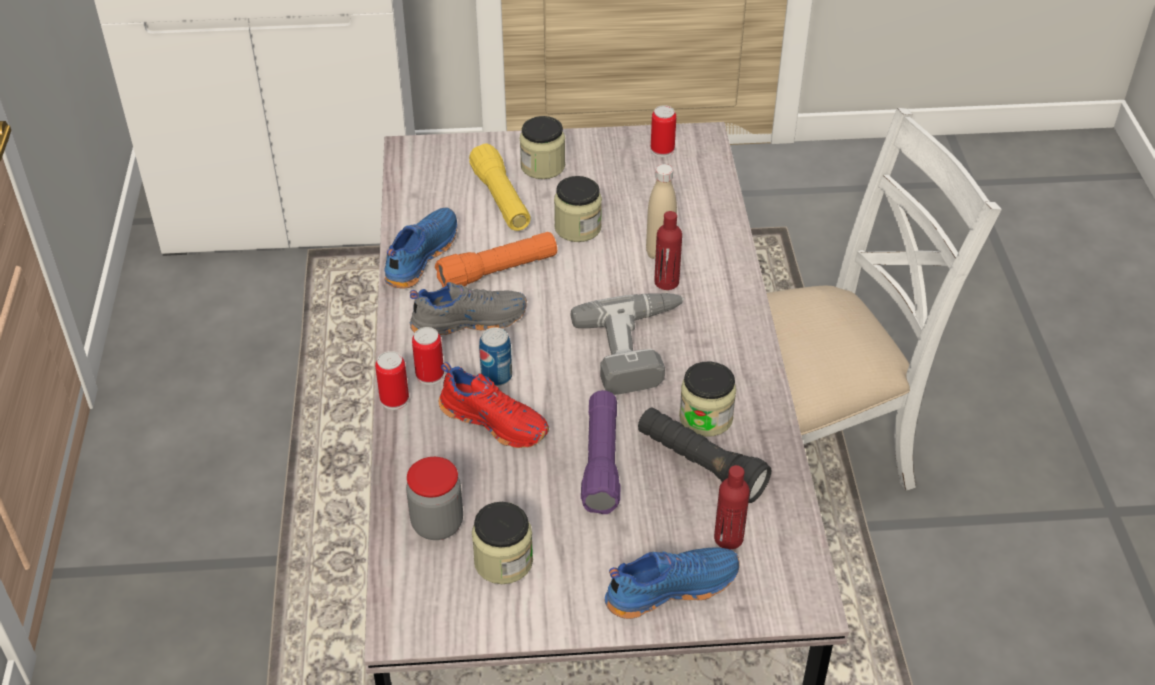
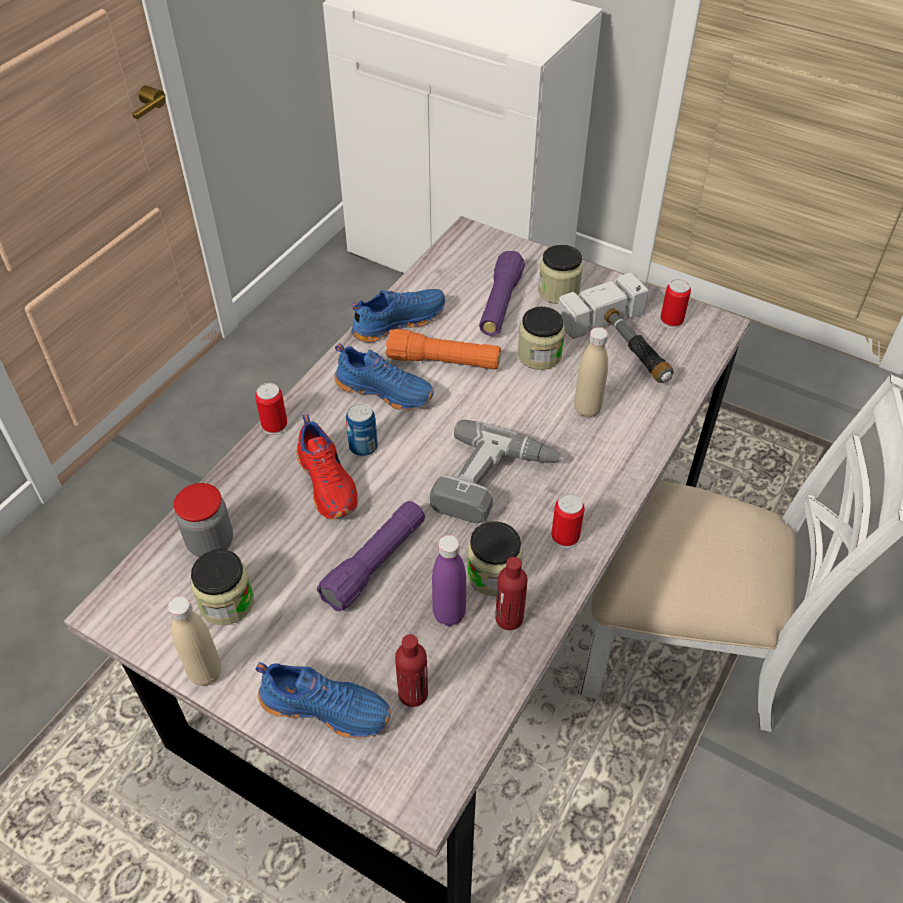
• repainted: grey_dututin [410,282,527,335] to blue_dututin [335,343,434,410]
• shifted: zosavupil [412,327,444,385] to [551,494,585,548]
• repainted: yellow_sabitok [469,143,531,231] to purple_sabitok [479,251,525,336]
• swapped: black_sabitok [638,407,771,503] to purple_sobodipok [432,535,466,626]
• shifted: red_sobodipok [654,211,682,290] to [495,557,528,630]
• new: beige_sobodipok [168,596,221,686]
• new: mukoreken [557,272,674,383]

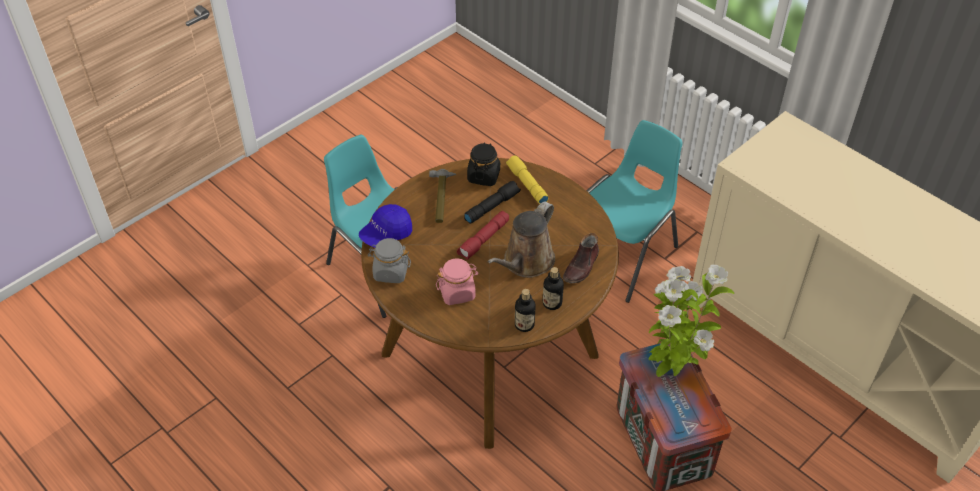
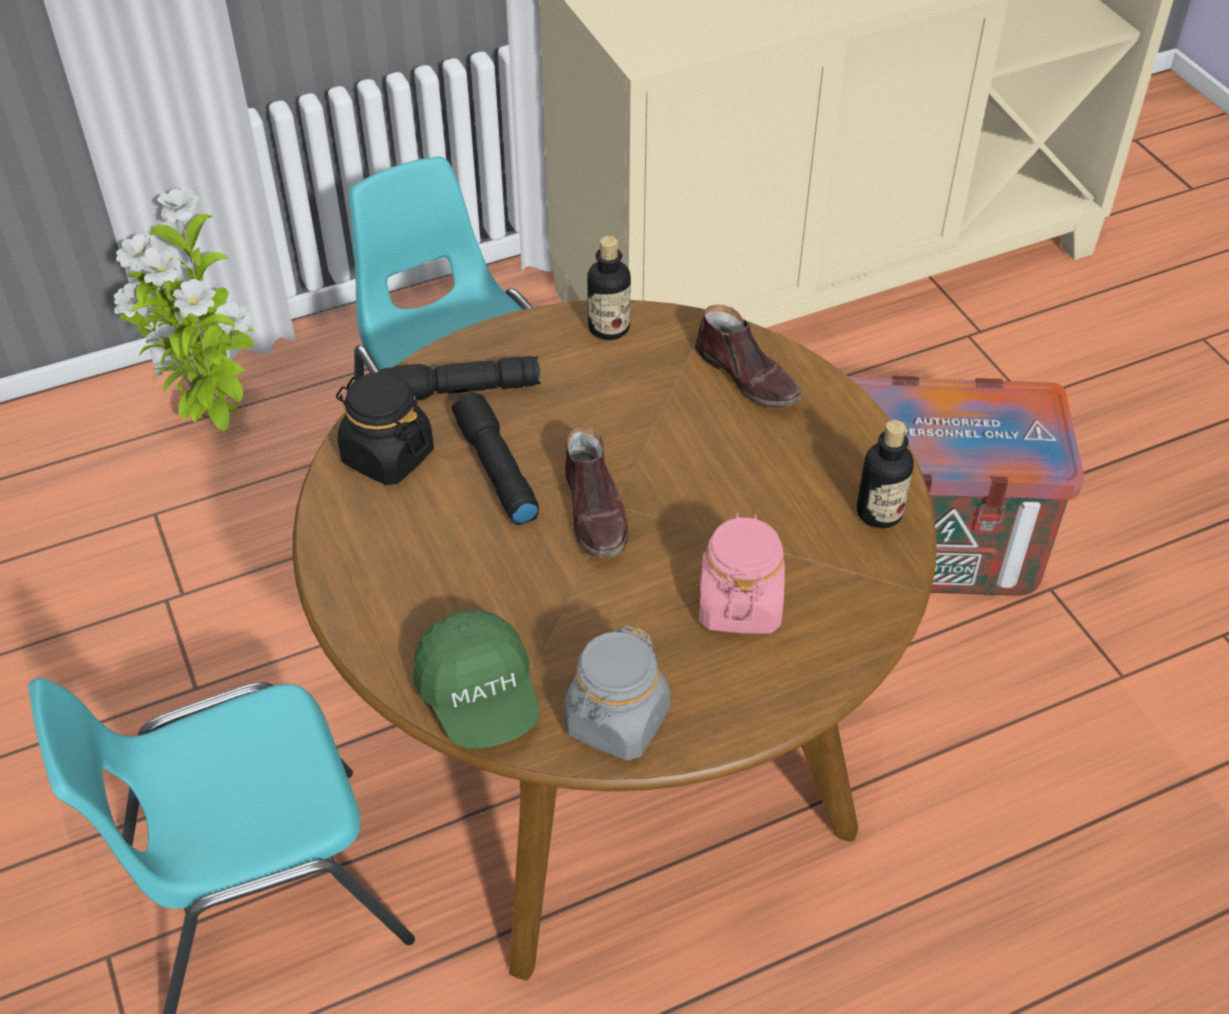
• repainted: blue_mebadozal [359,204,412,248] to green_mebadozal [413,610,540,749]
• gone: mukoreken [429,169,456,223]
• swapped: red_sabitok [457,211,509,260] to brown_dututin [565,426,628,557]
• gone: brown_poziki [487,201,555,278]
• repainted: yellow_sabitok [506,155,548,204] to black_sabitok [380,356,541,400]
• shifted: sobodipok [543,267,564,310] to [587,236,631,340]
• shifted: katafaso [648,265,734,377] to [114,188,254,431]

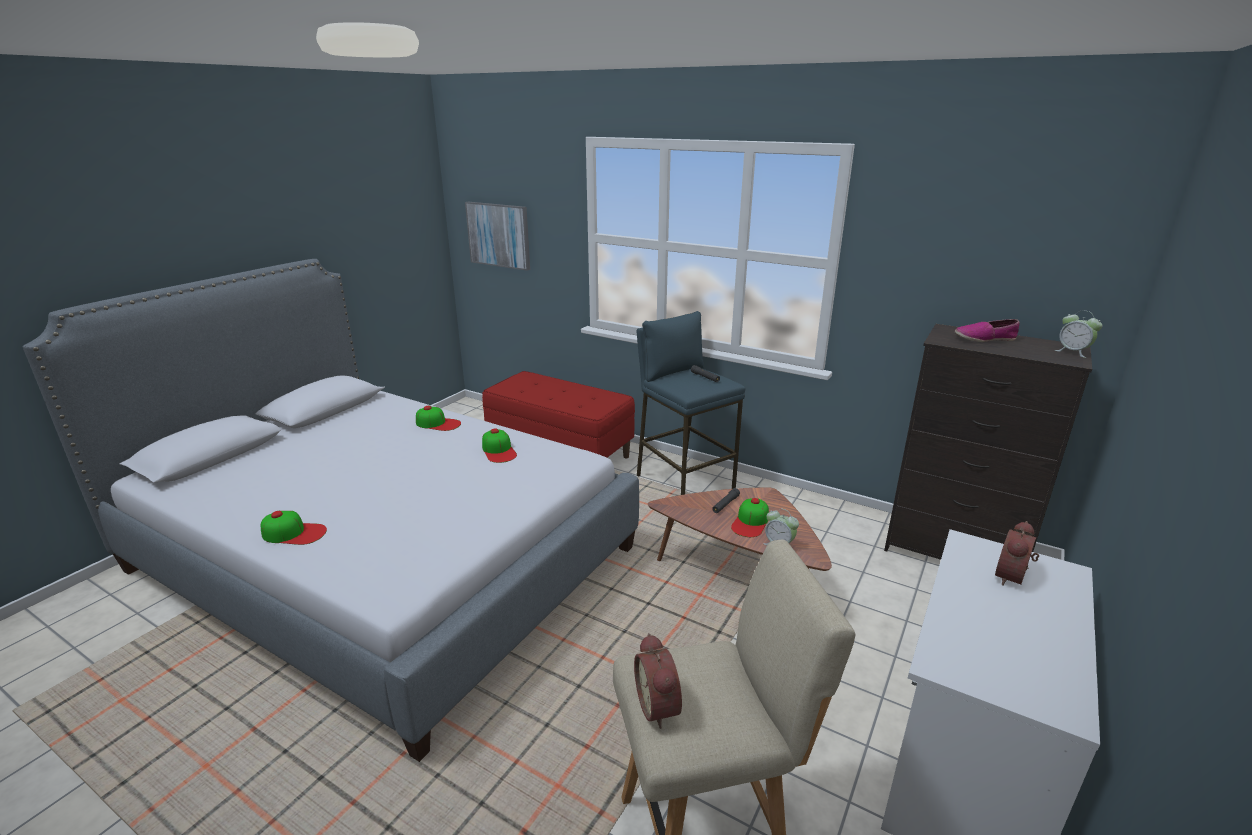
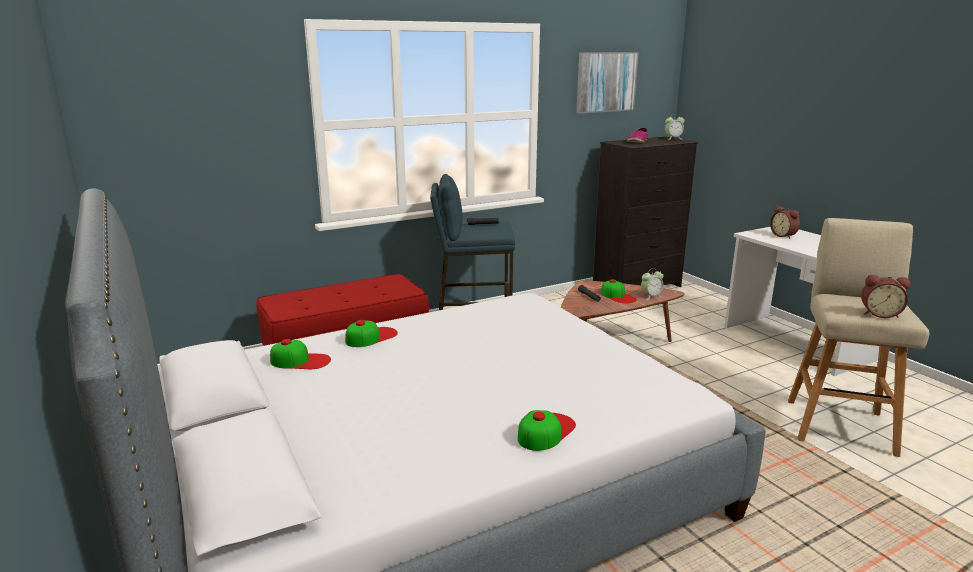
• shifted: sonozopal [465,202,530,271] to [576,52,639,113]
• shifted: mebadozal [482,429,517,463] to [270,339,331,369]

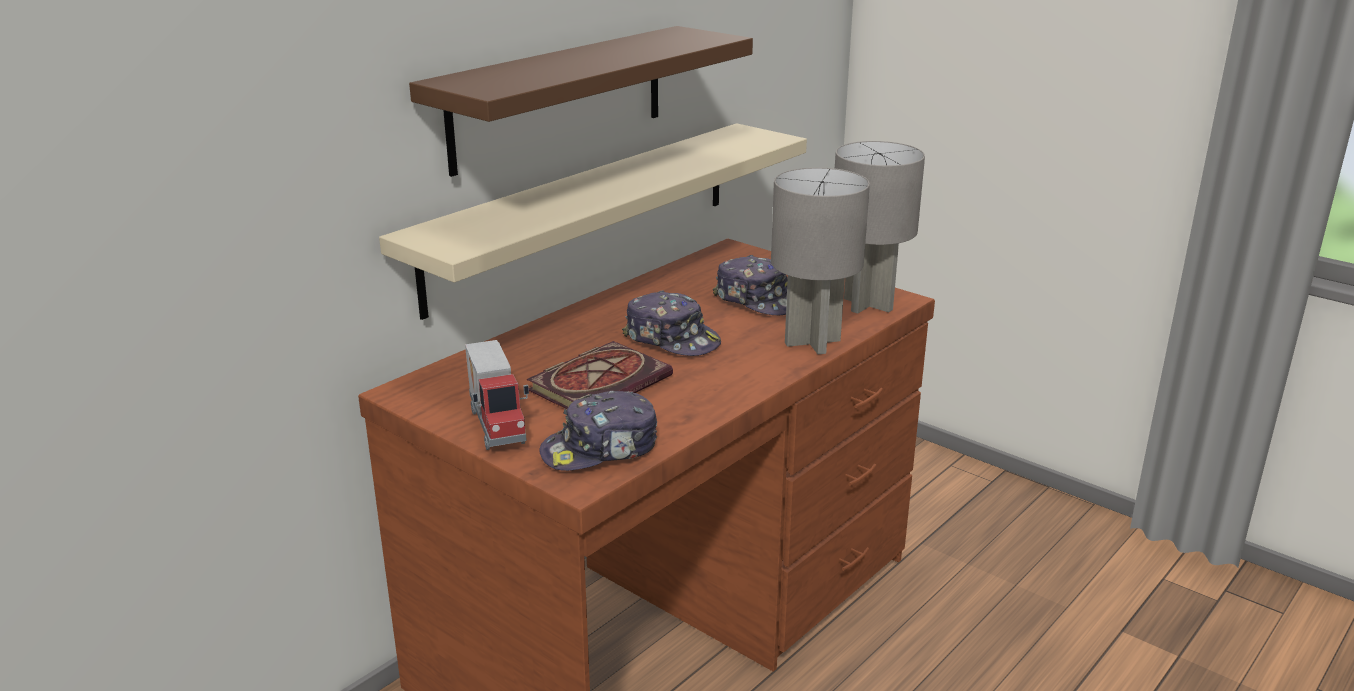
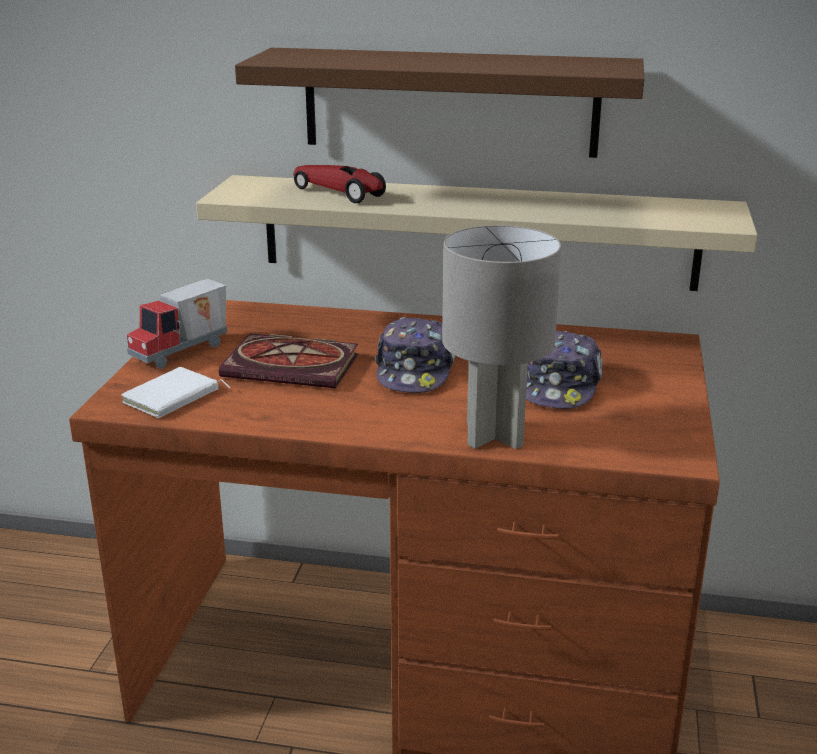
• swapped: mebadozal [539,391,657,471] to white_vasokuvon [121,367,230,418]
• gone: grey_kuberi [835,141,925,314]
• new: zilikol [293,165,386,203]

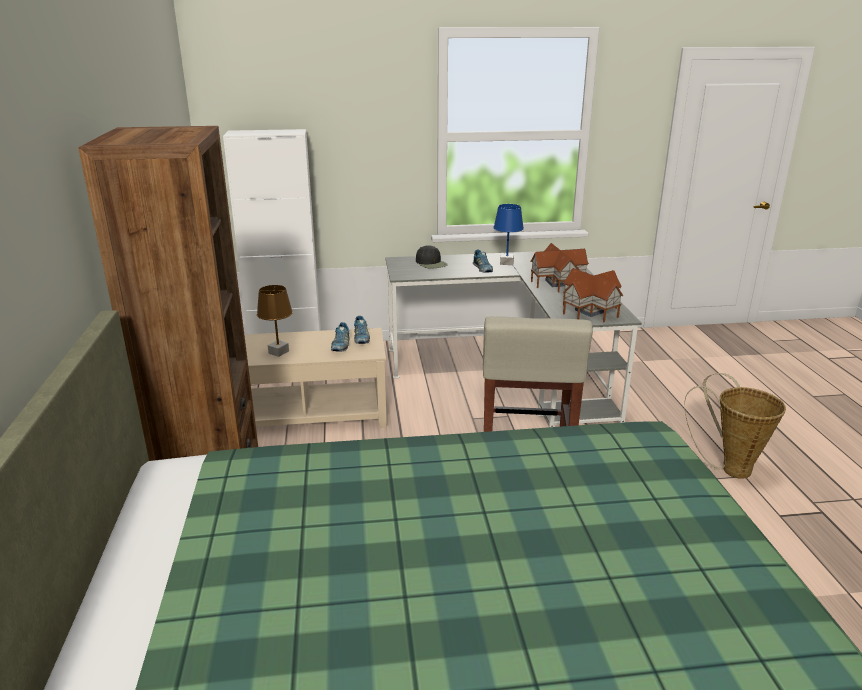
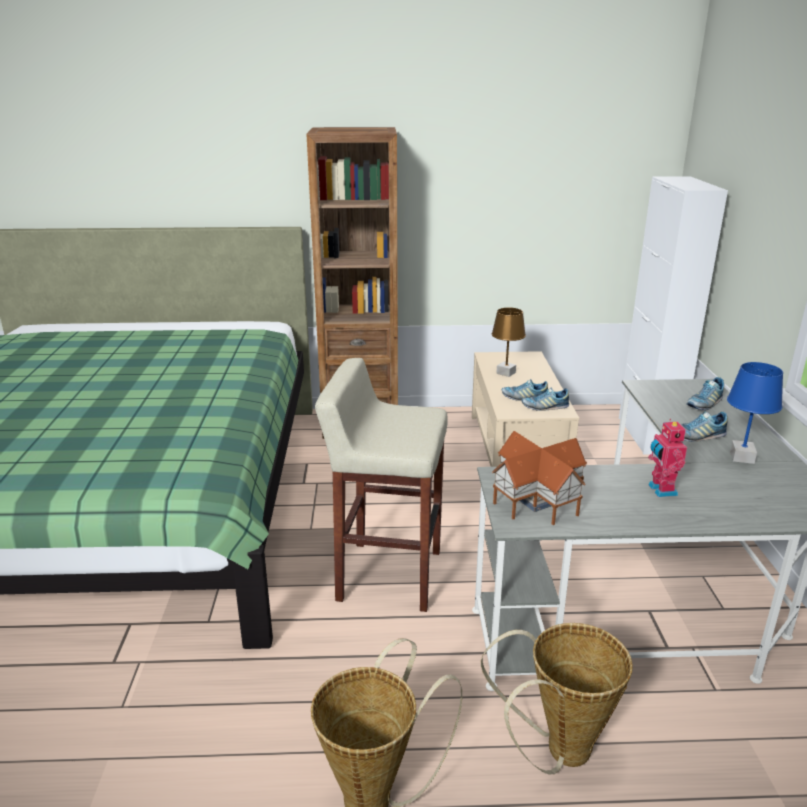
• swapped: black_mebadozal [416,245,448,269] to dututin [687,377,724,410]
• swapped: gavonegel [530,243,589,293] to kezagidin [648,419,687,497]
• new: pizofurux [481,623,633,775]

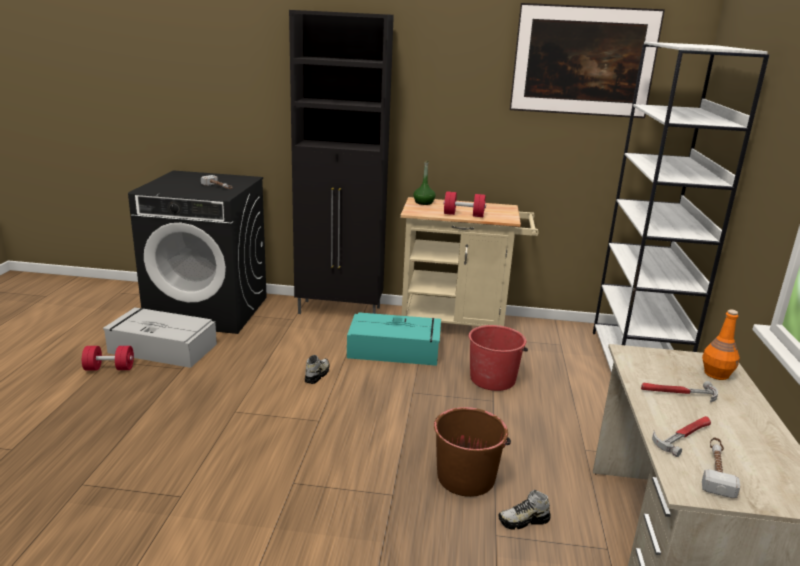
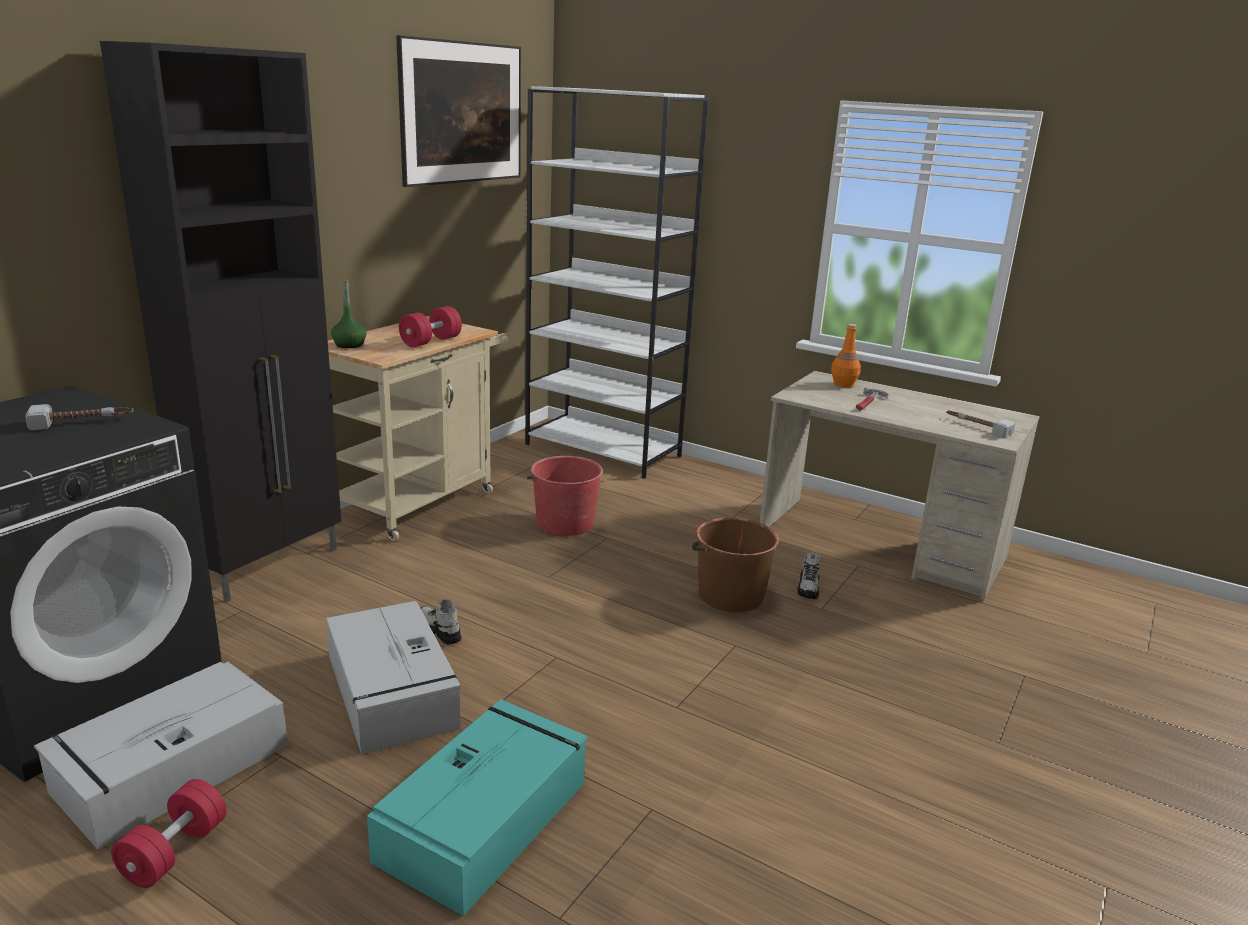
• shifted: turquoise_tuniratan [347,312,441,366] to [367,699,588,916]
• gone: mukoreken [652,416,711,457]
• new: grey_tuniratan [326,601,461,755]

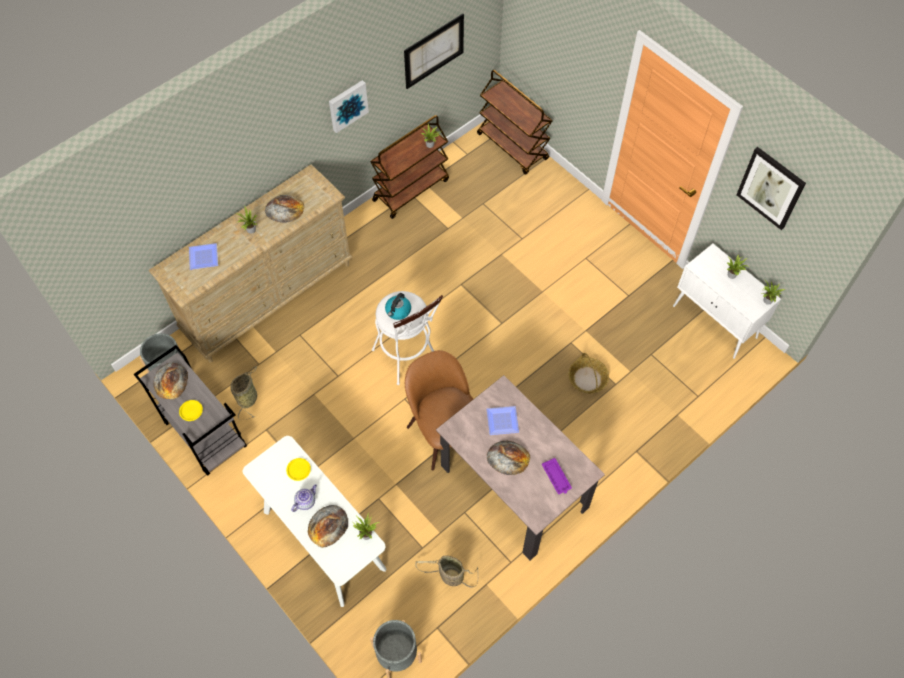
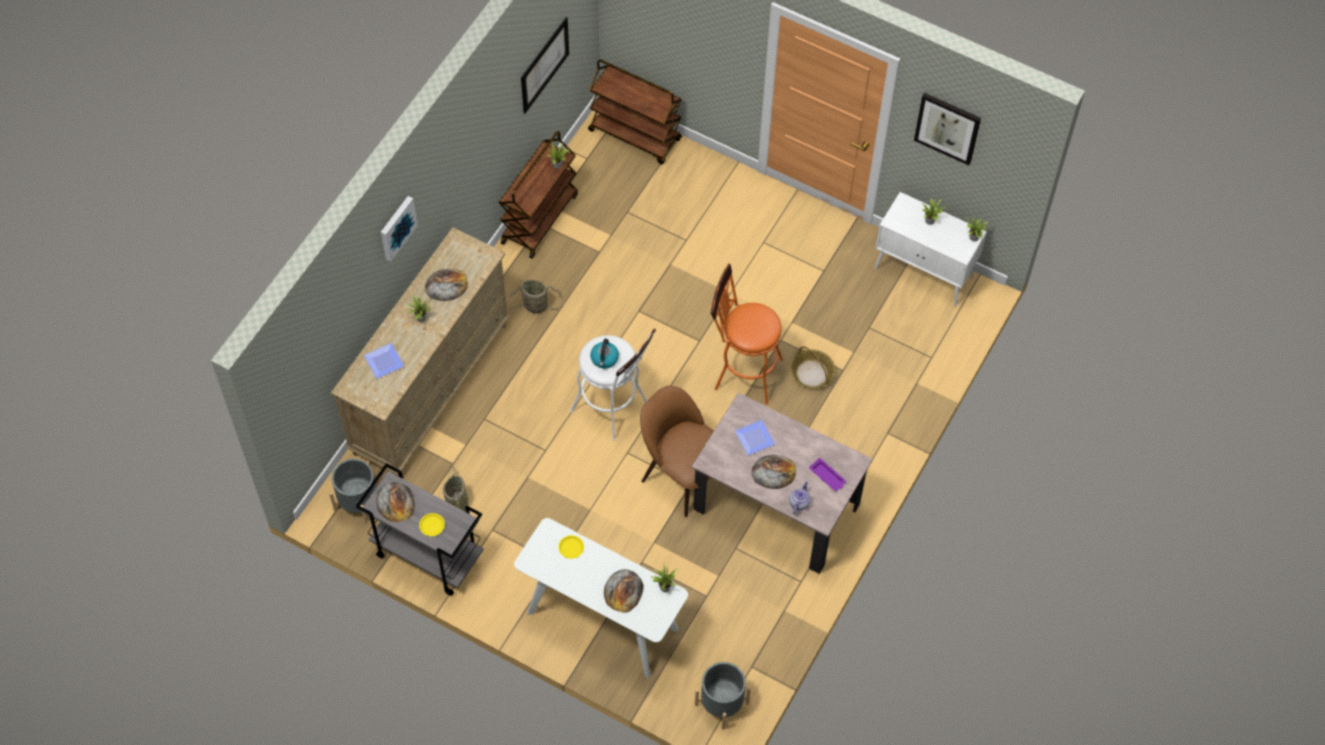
• shifted: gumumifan [291,484,317,512] to [789,482,811,514]
• shifted: sonozopal [329,80,369,133] to [381,196,418,261]
• shifted: pizofurux [415,556,478,588] to [506,280,562,314]
• new: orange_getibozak [711,263,783,404]

